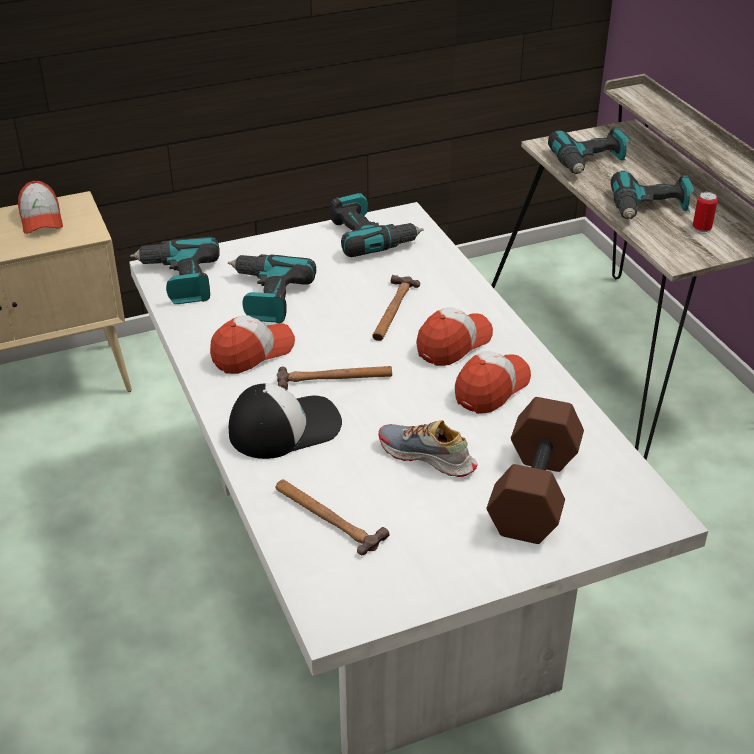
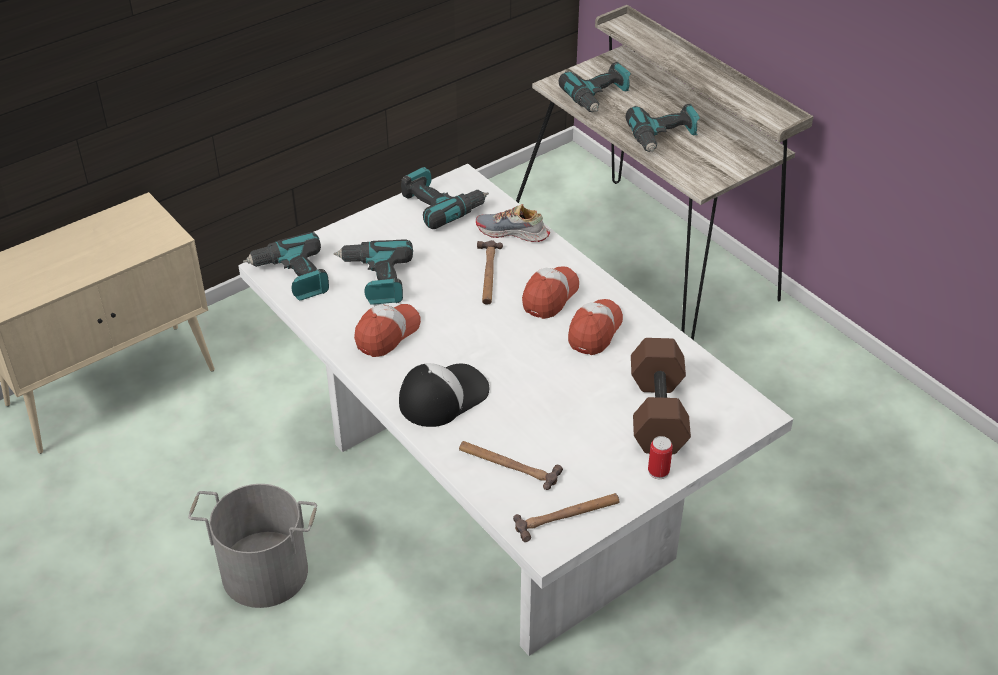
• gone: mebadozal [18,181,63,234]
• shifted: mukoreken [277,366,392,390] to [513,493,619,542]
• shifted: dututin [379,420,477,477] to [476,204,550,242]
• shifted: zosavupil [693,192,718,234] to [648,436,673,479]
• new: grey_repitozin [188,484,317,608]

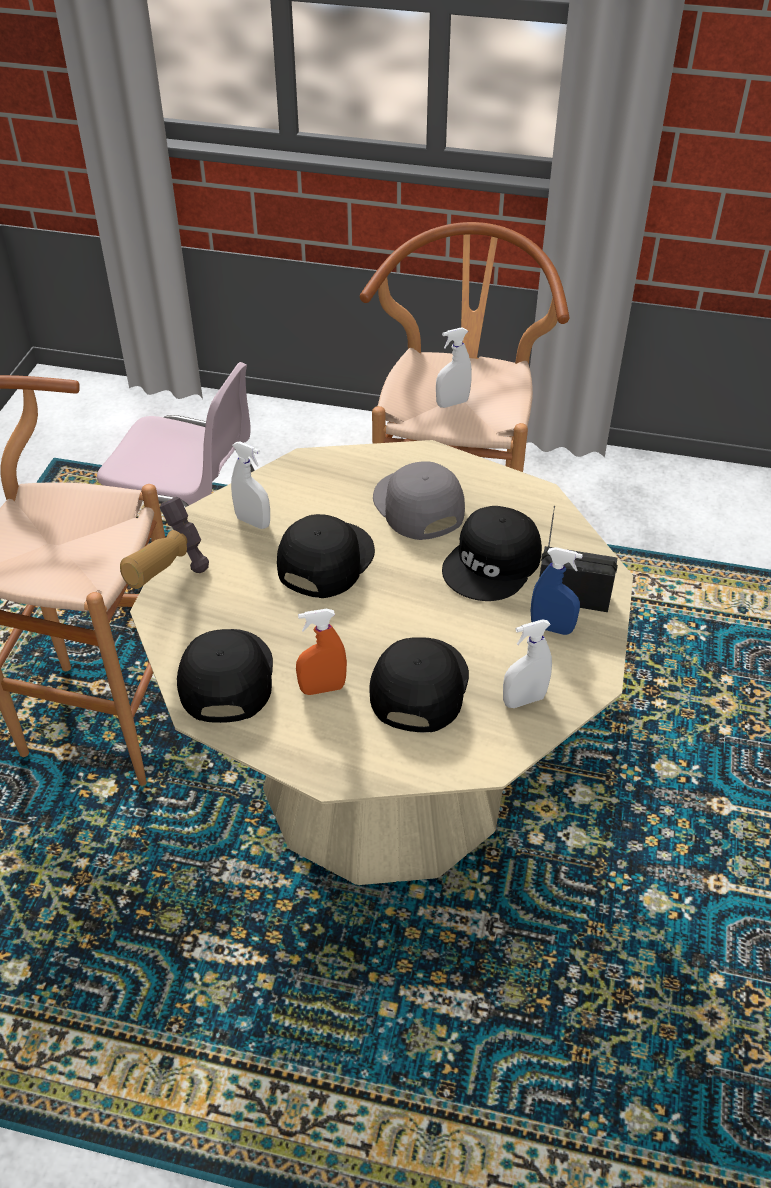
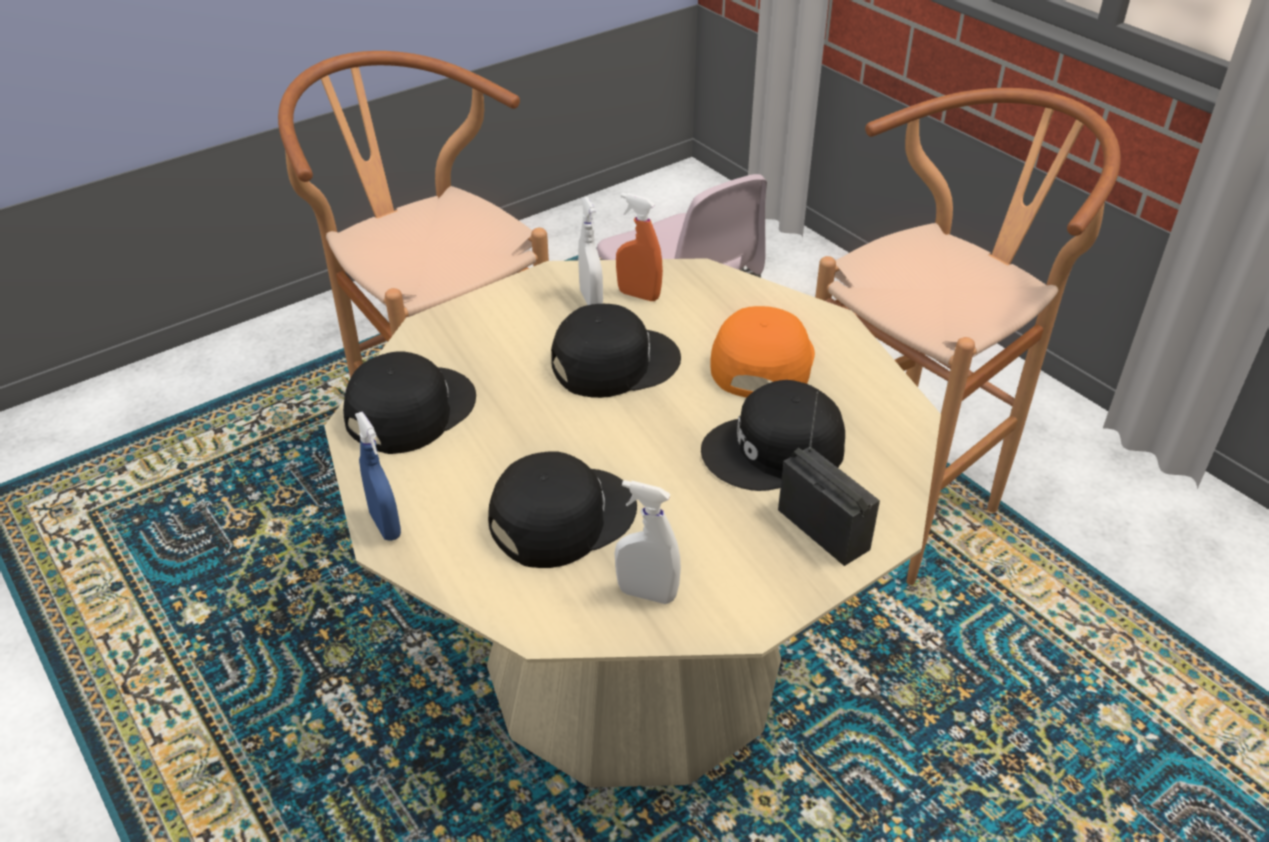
• gone: mukoreken [120,497,209,589]
• shifted: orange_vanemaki [296,609,347,695] to [616,192,663,301]
• repainted: grey_mebadozal [373,461,465,540] to orange_mebadozal [710,306,815,398]
• gone: white_vanemaki [436,327,472,408]
• shifted: blue_vanemaki [531,547,583,635] to [355,412,401,541]

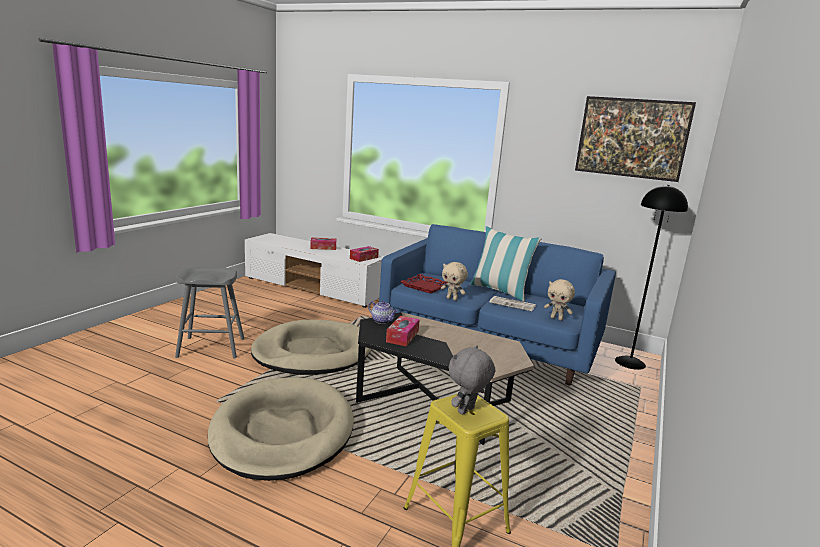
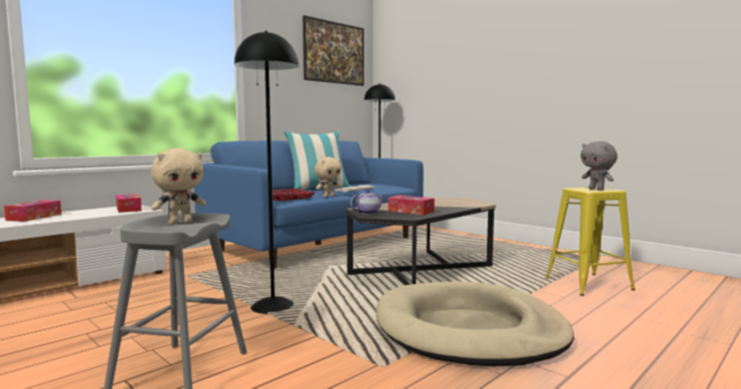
• swapped: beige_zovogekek [251,319,371,375] to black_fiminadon [234,31,299,314]
• shifted: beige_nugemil [544,279,575,321] to [151,148,206,225]

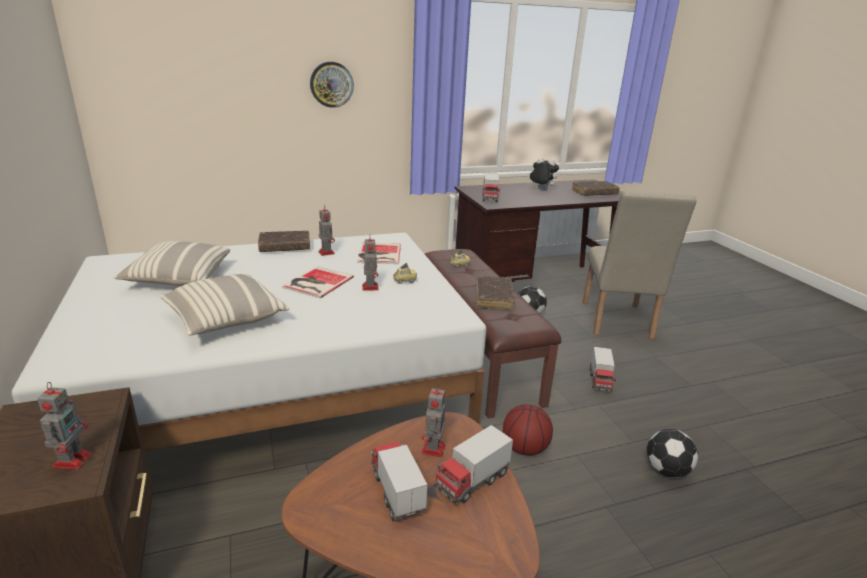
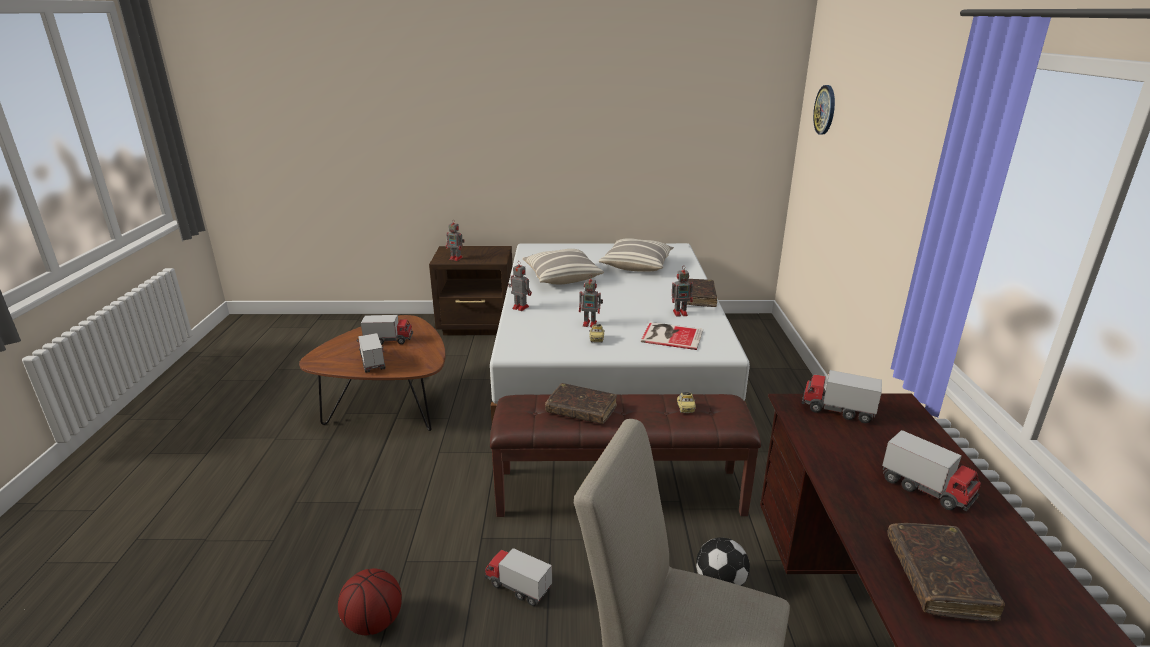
• gone: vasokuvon [282,266,354,298]
• shifted: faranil [310,62,354,108] to [813,85,835,134]
• shifted: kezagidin [421,384,446,457] to [508,261,532,311]
• shifted: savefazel [503,404,553,456] to [338,568,402,635]
• swapped: nugemil [529,158,559,191] to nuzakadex [882,430,981,511]
• gone: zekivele [647,429,698,478]

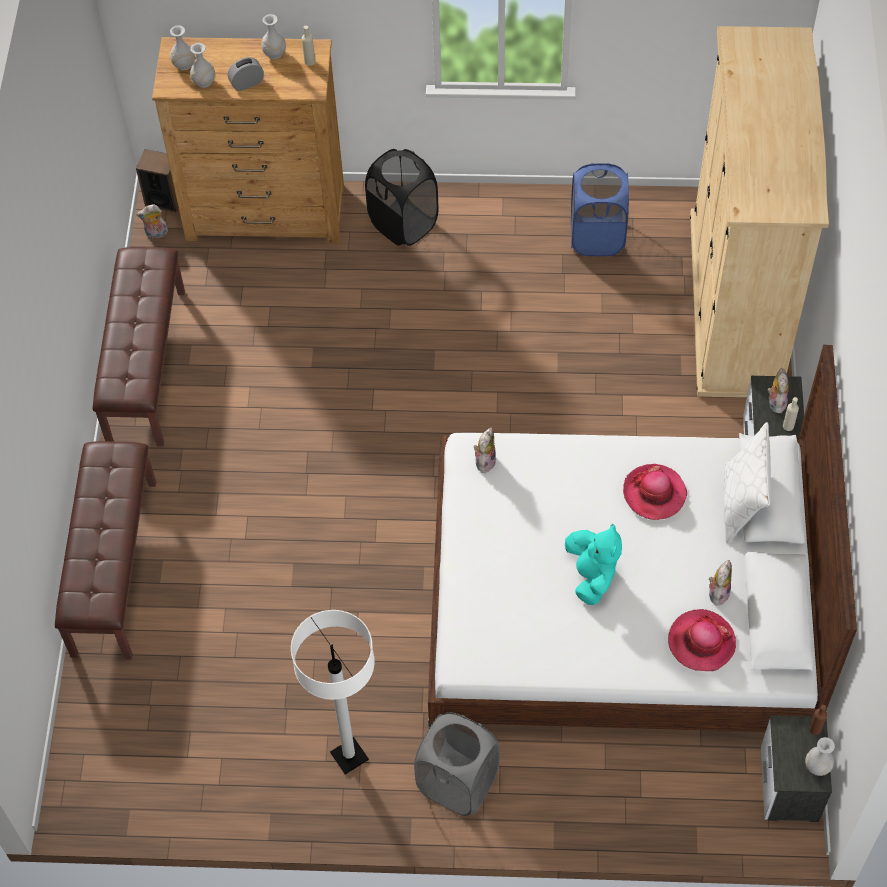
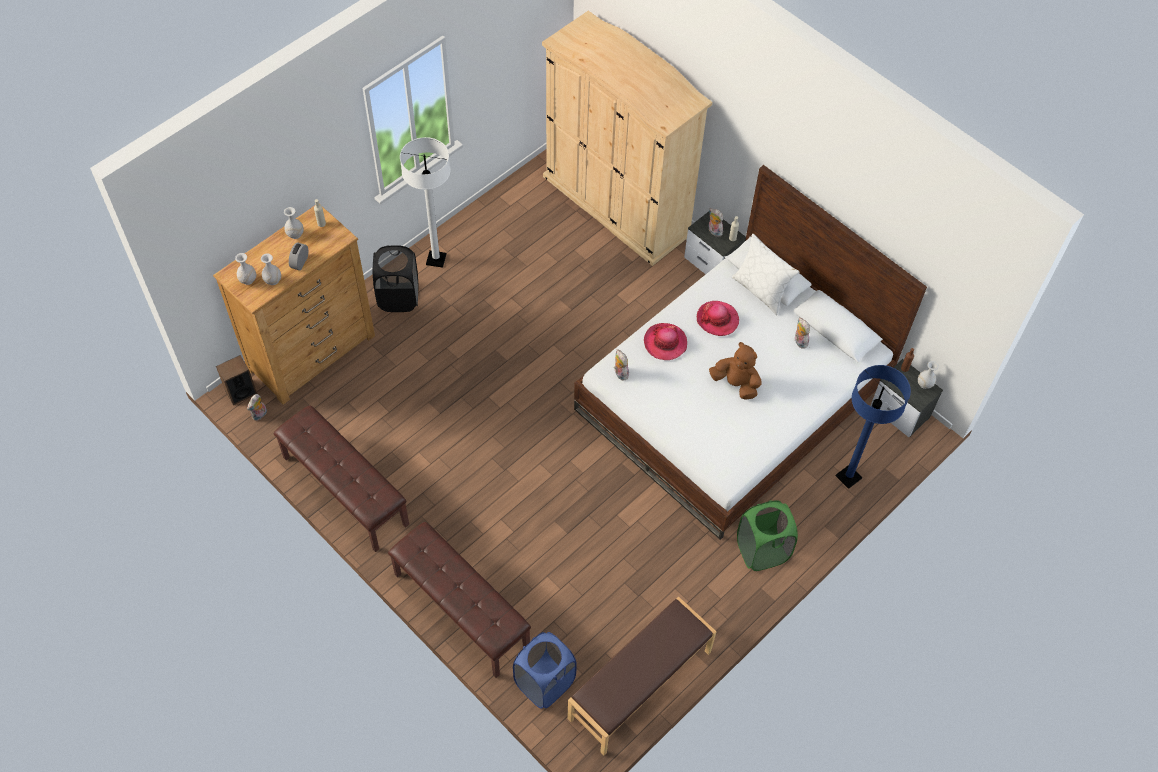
• shifted: white_fiminadon [291,610,375,774] to [400,137,450,268]
• repainted: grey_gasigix [414,712,500,816] to green_gasigix [737,500,798,571]
• repainted: turquoise_nugemil [565,523,622,605] to brown_nugemil [709,342,761,400]
• shifted: blue_gasigix [571,163,629,256] to [513,632,577,708]
• shifted: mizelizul [668,609,736,671] to [644,323,687,360]
• new: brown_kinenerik [567,597,716,756]
• new: blue_fiminadon [835,365,911,489]

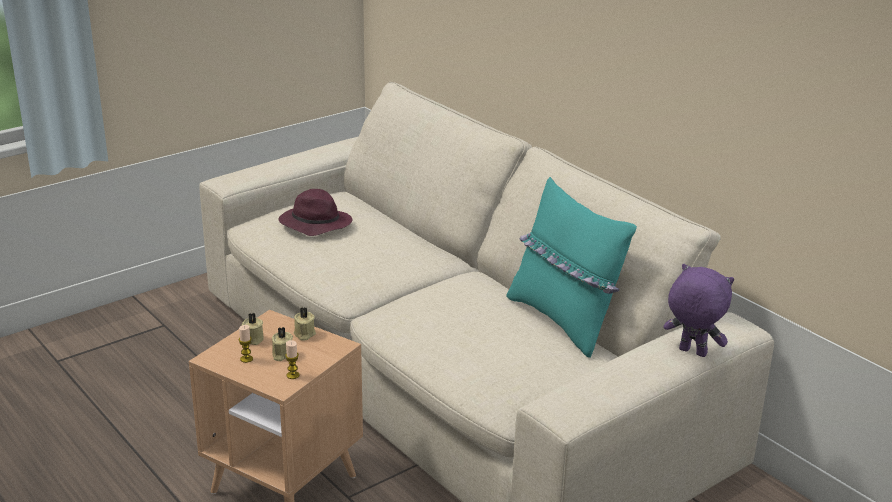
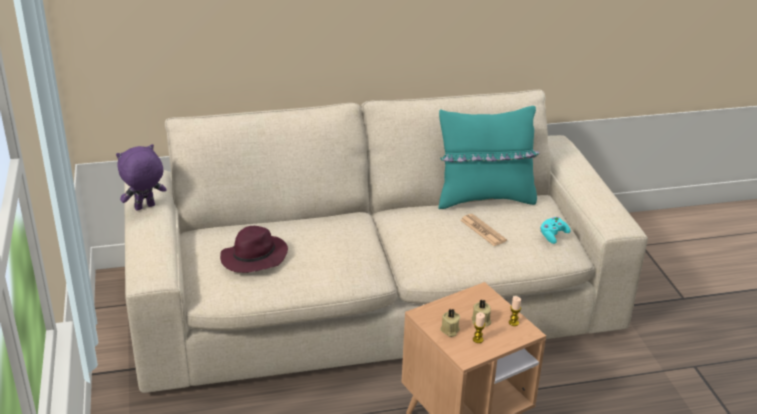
• gone: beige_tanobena [294,307,316,340]
• shifted: purple_nugemil [663,264,734,357] to [116,144,166,211]
• new: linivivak [460,214,507,246]
• new: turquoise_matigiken [540,217,571,244]

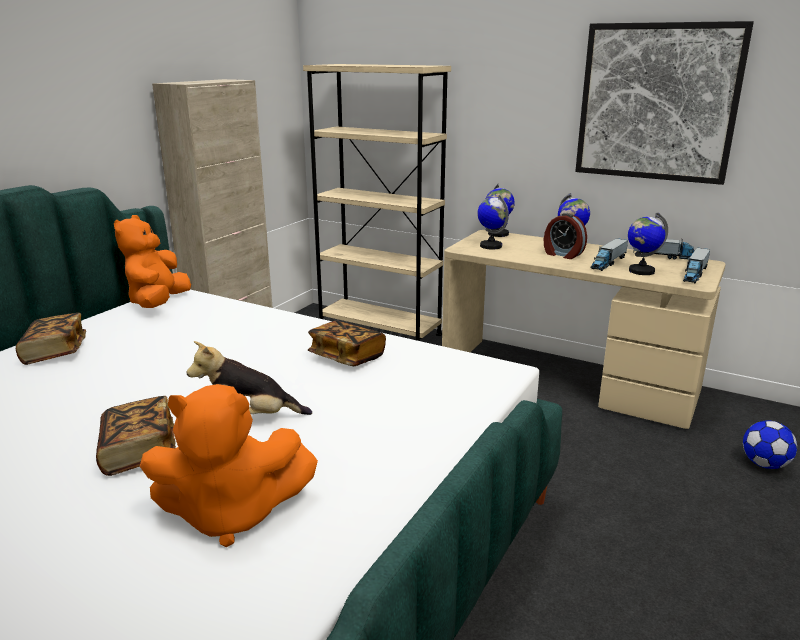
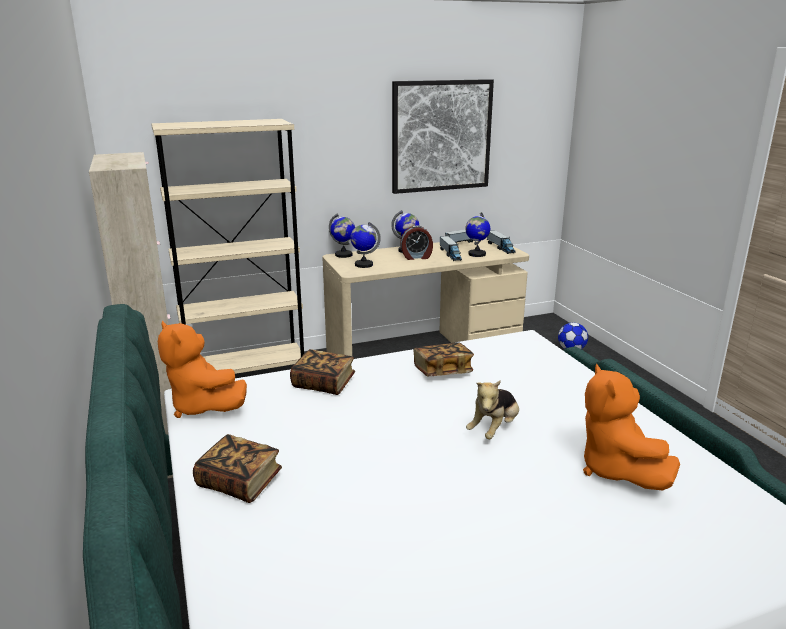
• shifted: vasokuvon [96,396,176,476] to [290,349,355,395]
• rotated: orange_nugemil [140,384,318,547] = [583,364,680,491] 135 degrees clockwise

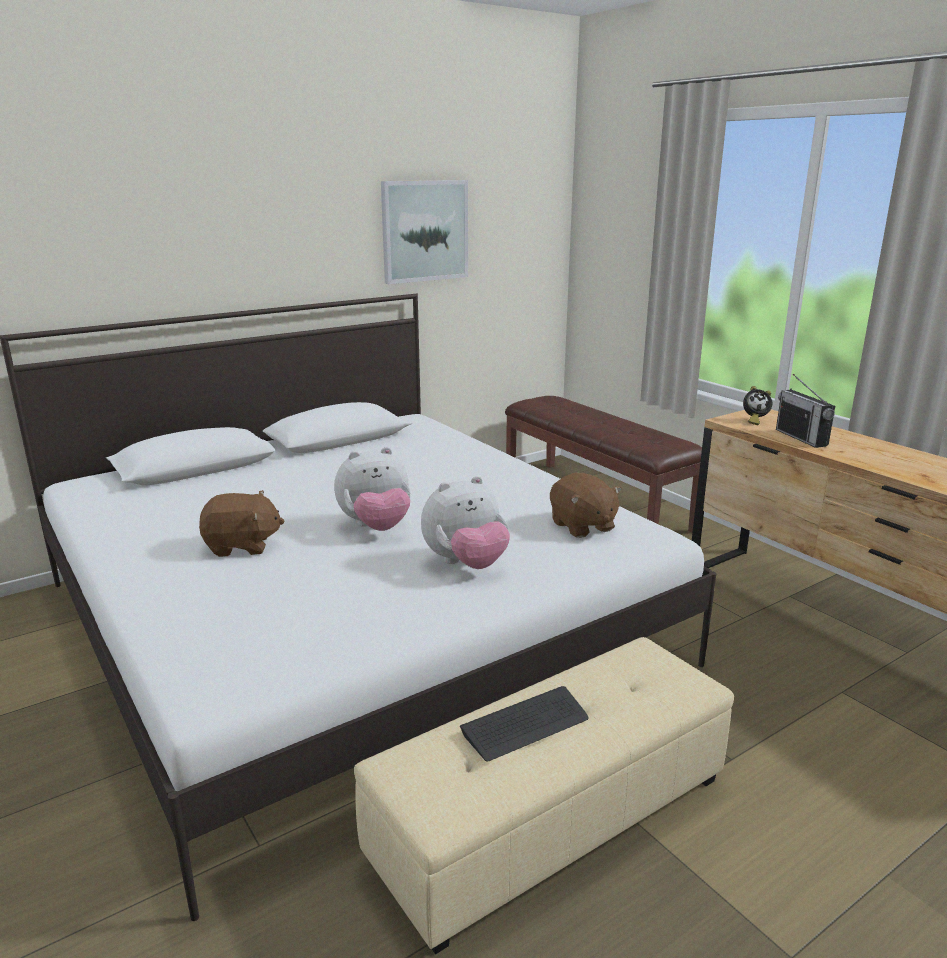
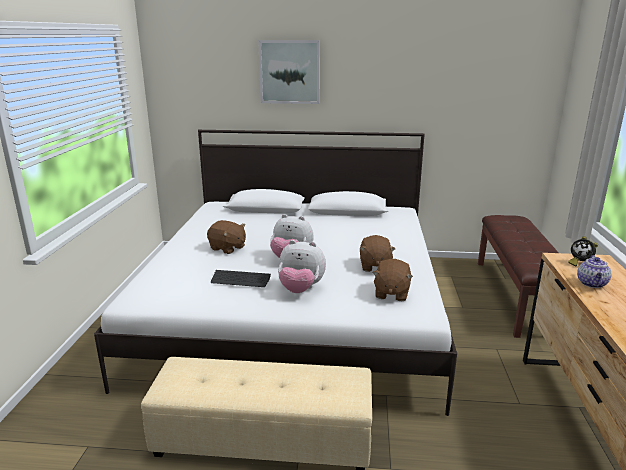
• shifted: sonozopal [381,180,468,284] to [258,40,320,104]
• shifted: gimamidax [460,686,589,762] to [211,270,271,287]
• swapped: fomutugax [776,374,835,448] to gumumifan [577,255,611,288]
• new: brown_nugemil [359,235,395,272]

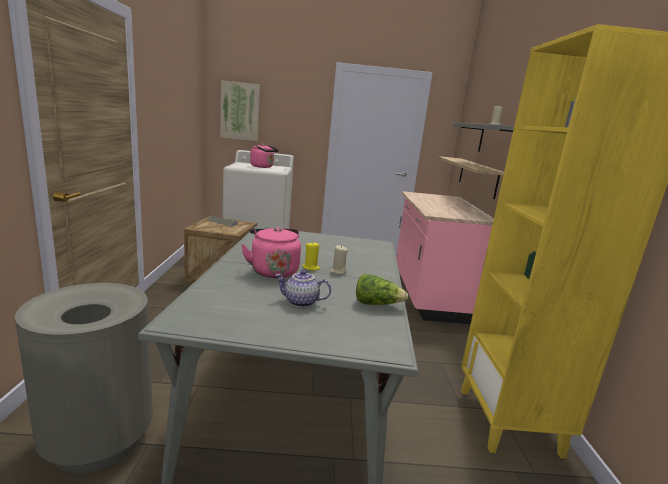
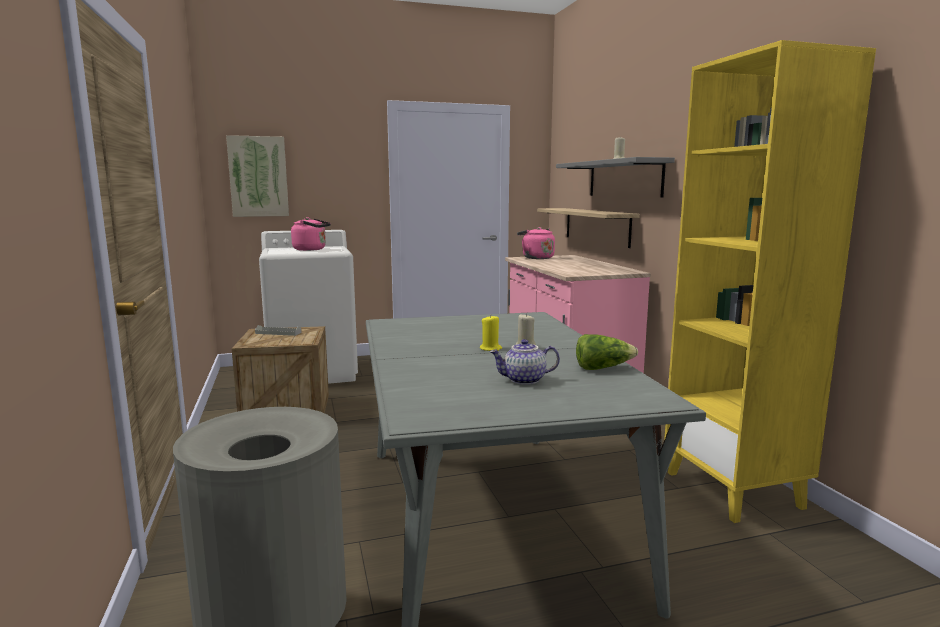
• shifted: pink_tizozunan [241,227,301,278] to [517,227,555,259]

